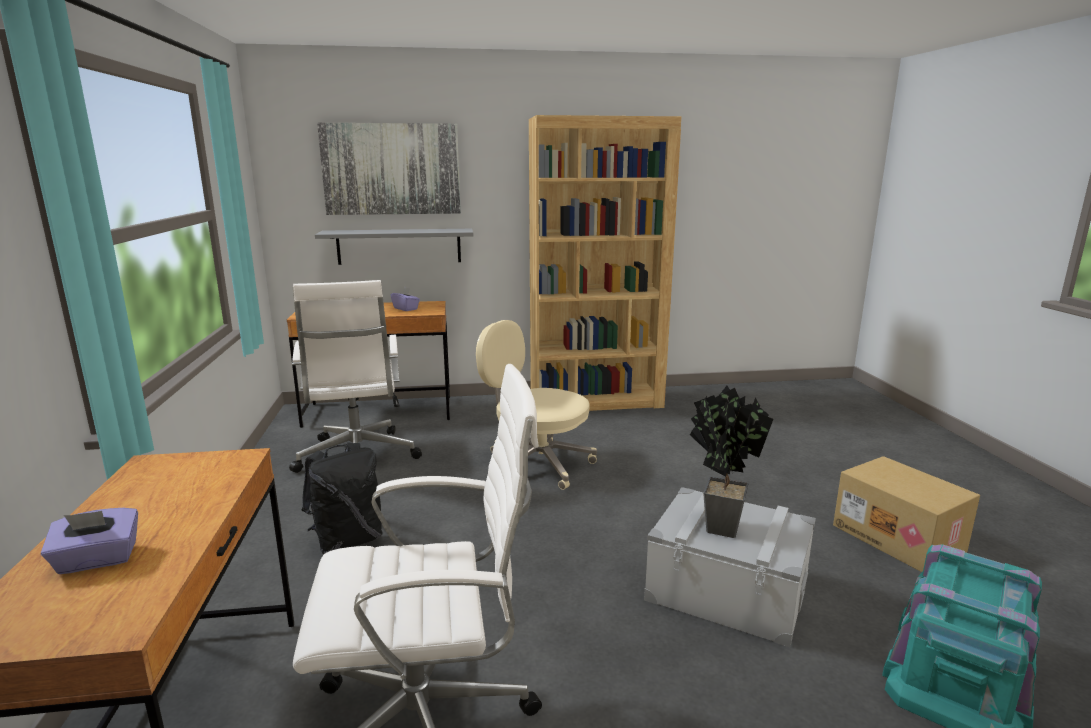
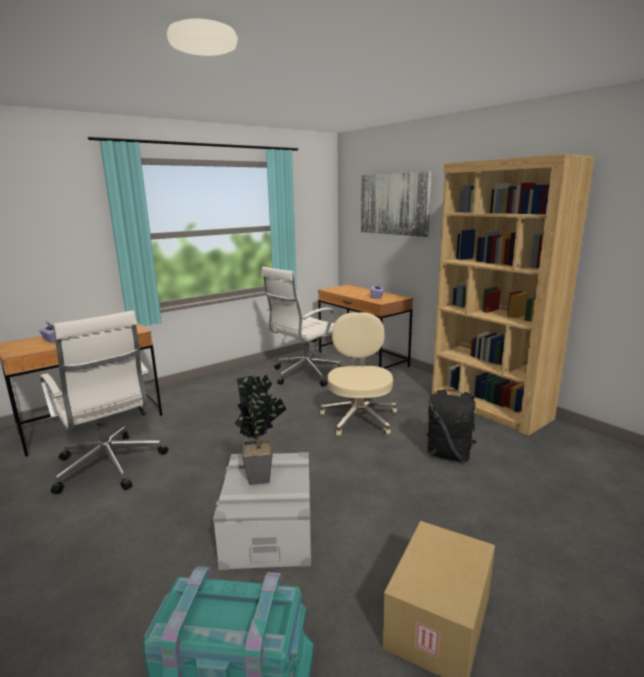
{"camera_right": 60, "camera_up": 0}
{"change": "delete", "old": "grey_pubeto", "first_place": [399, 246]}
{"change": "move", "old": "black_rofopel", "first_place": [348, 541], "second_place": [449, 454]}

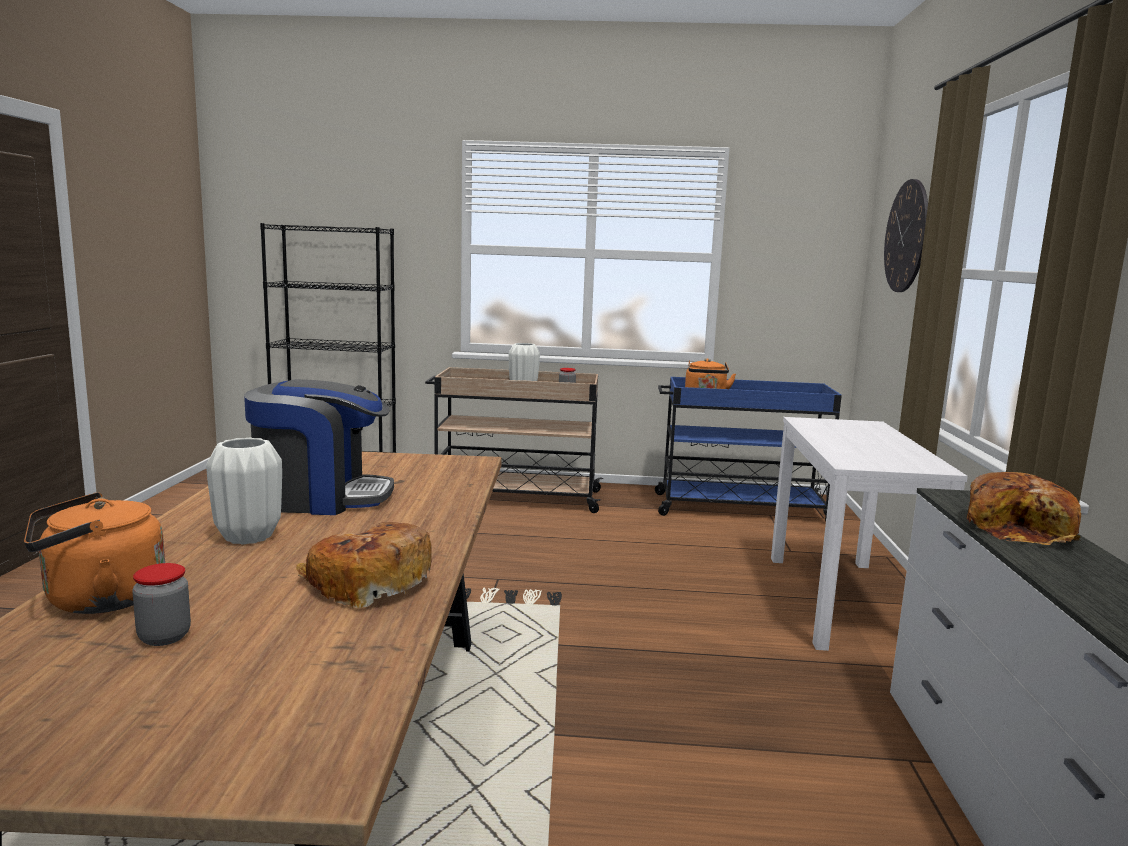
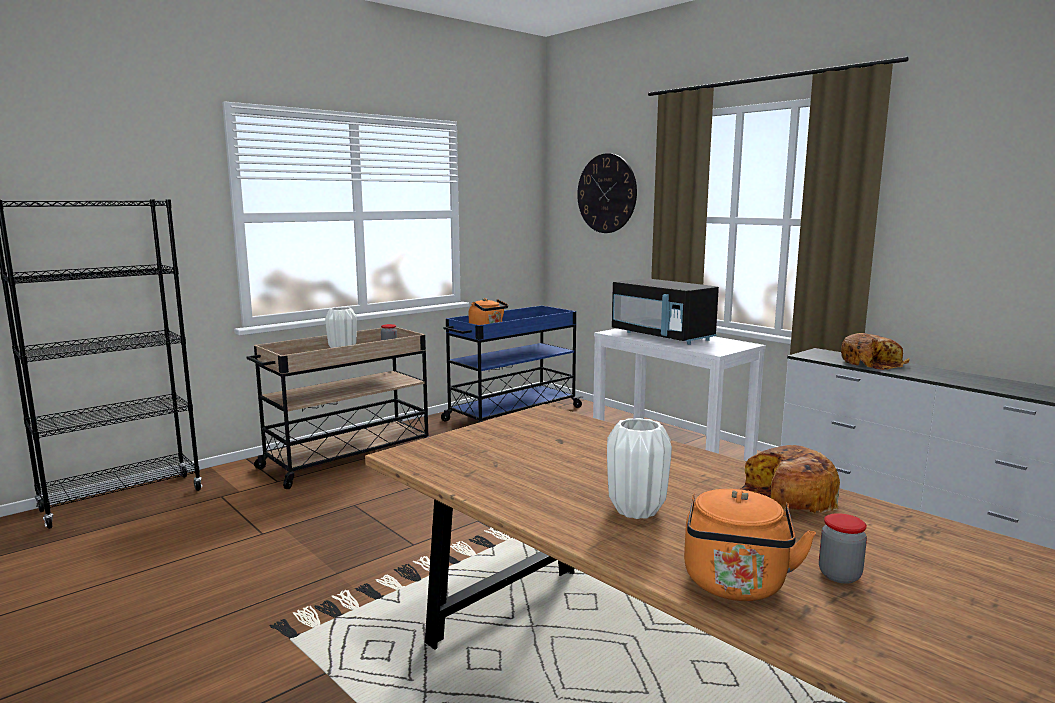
{"camera_right": -45, "camera_up": 0}
{"change": "delete", "old": "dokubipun", "first_place": [320, 497]}
{"change": "insert", "new": "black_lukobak", "second_place": [662, 336]}

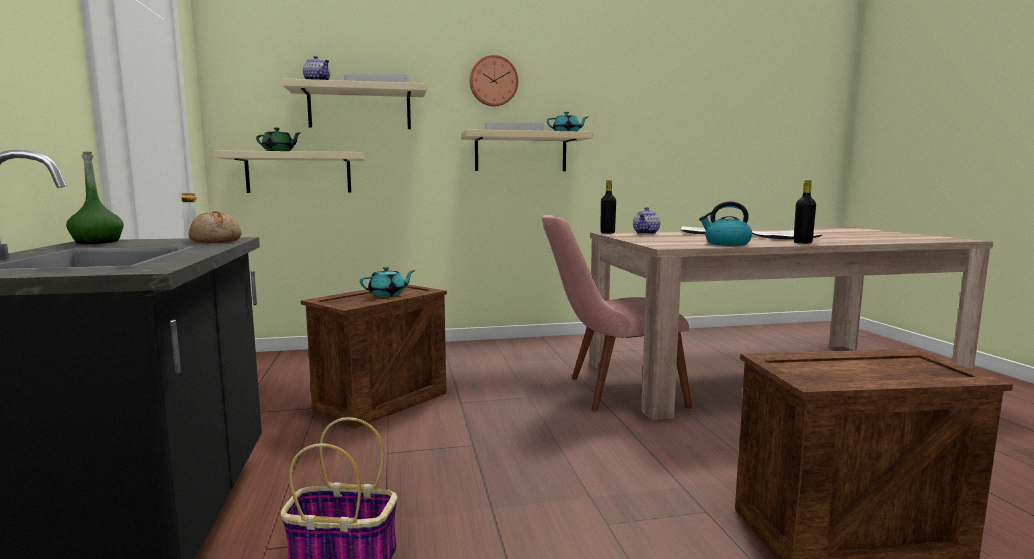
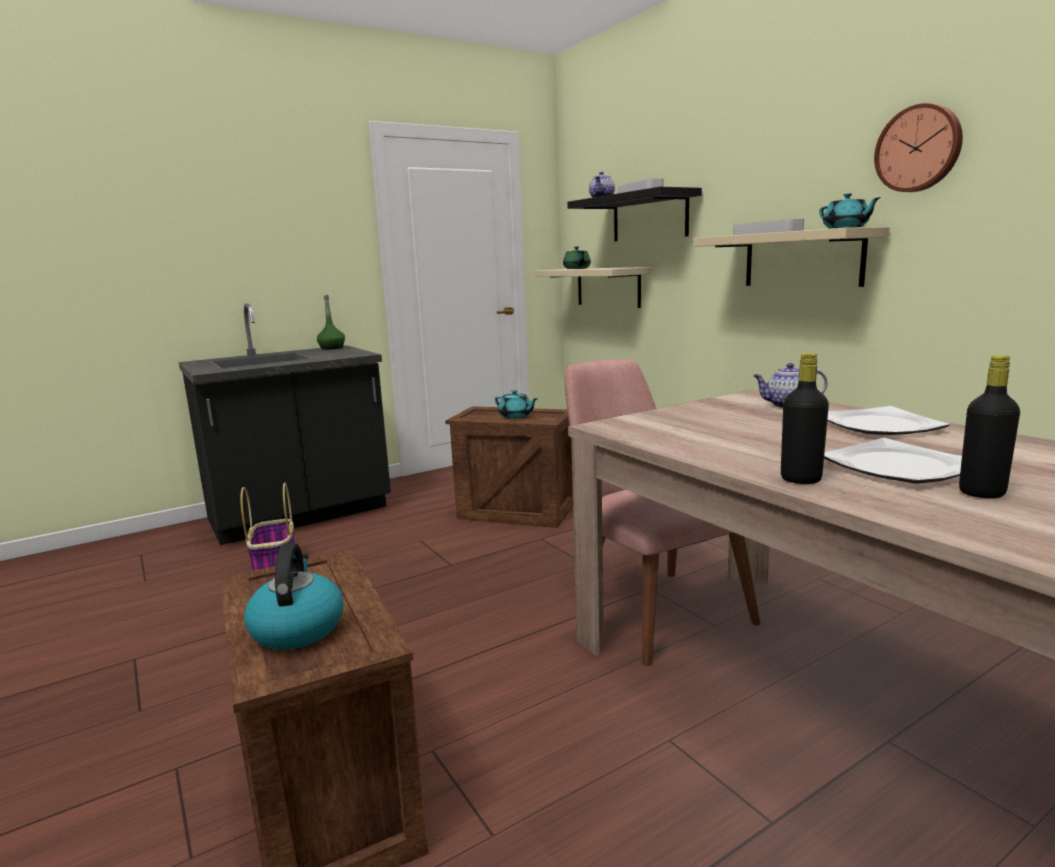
{"camera_right": 70, "camera_up": 5}
{"change": "move", "old": "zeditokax", "first_place": [493, 81], "second_place": [919, 149]}
{"change": "recolor", "old": "beige_pubeto", "new": "black_pubeto", "first_place": [359, 108], "second_place": [649, 217]}
{"change": "move", "old": "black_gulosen", "first_place": [607, 233], "second_place": [981, 493]}
{"change": "move", "old": "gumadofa", "first_place": [726, 244], "second_place": [297, 628]}
{"change": "delete", "old": "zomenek", "first_place": [216, 240]}

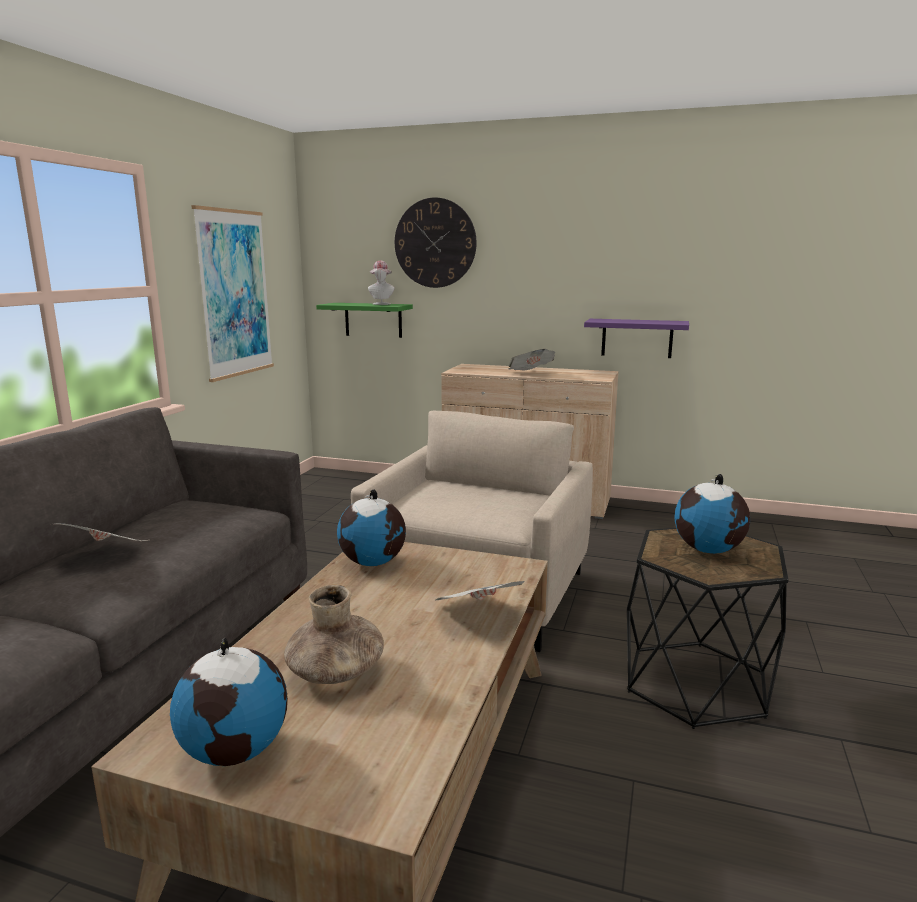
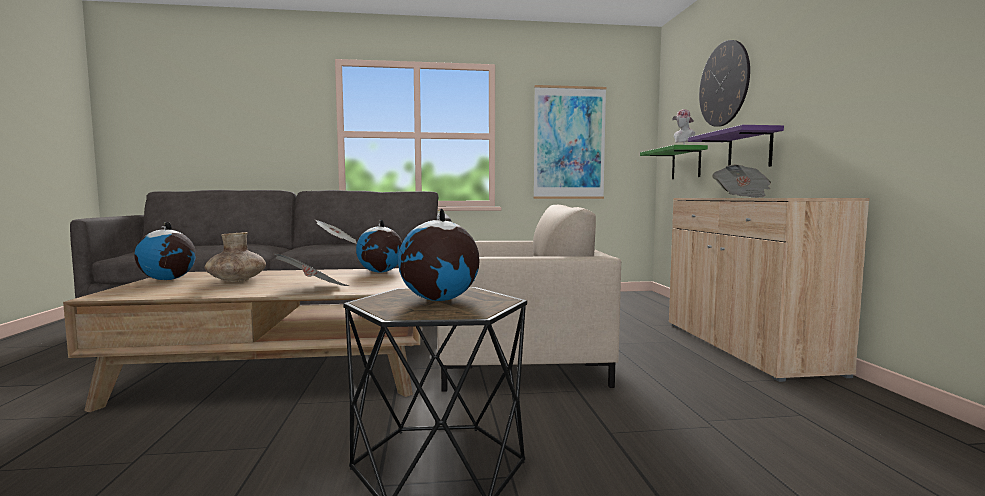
{"camera_right": 65, "camera_up": -10}
{"change": "move", "old": "purple_pubeto", "first_place": [637, 338], "second_place": [749, 150]}

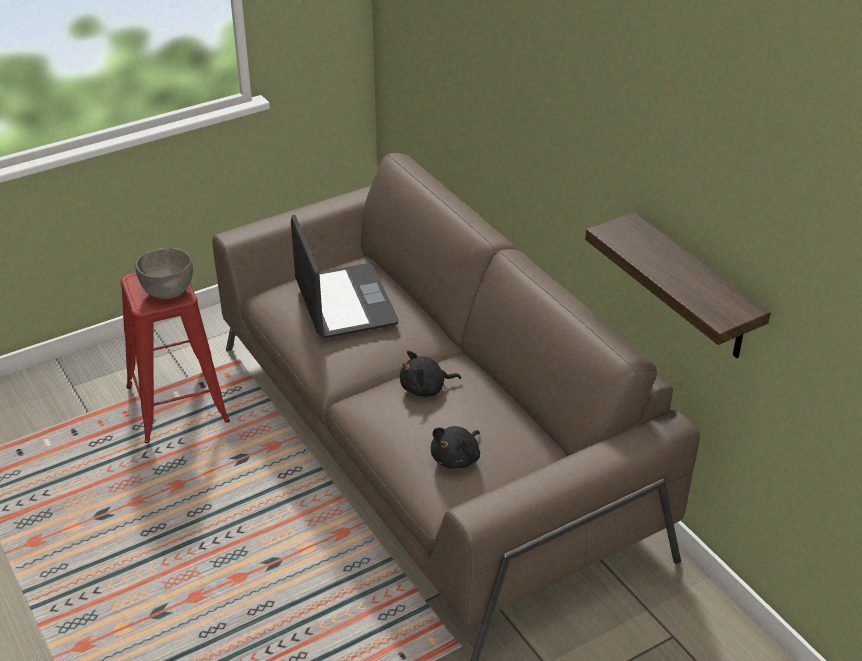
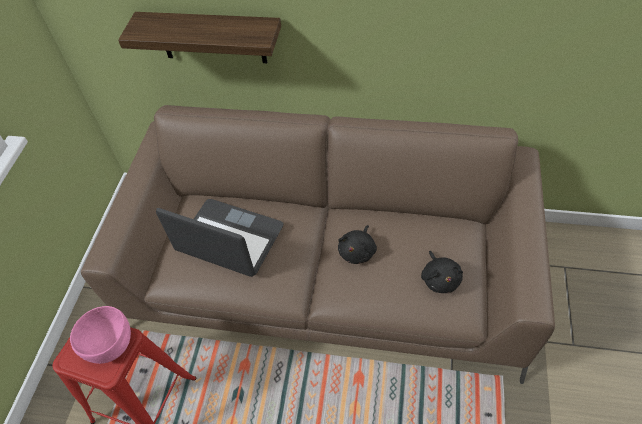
{"camera_right": -45, "camera_up": 15}
{"change": "move", "old": "pubeto", "first_place": [694, 289], "second_place": [212, 37]}
{"change": "recolor", "old": "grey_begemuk", "new": "pink_begemuk", "first_place": [168, 292], "second_place": [111, 345]}

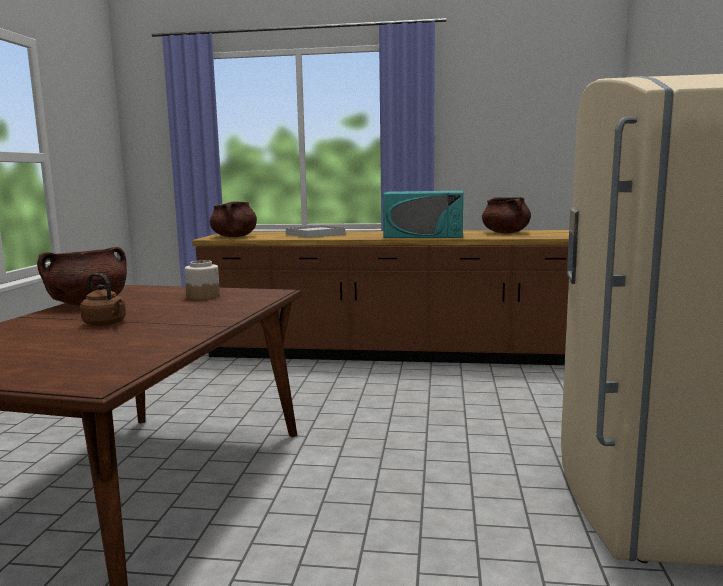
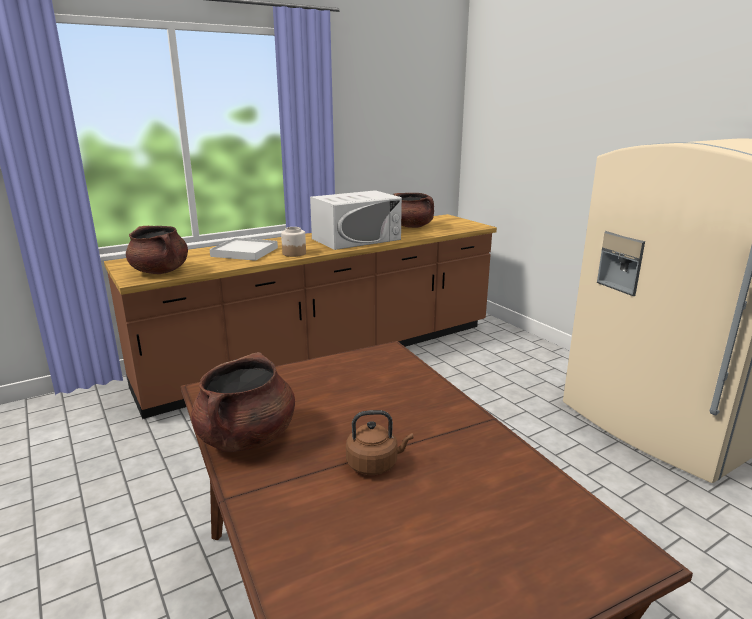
{"camera_right": -40, "camera_up": 10}
{"change": "recolor", "old": "turquoise_lukobak", "new": "white_lukobak", "first_place": [424, 235], "second_place": [356, 239]}
{"change": "move", "old": "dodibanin", "first_place": [203, 296], "second_place": [294, 253]}

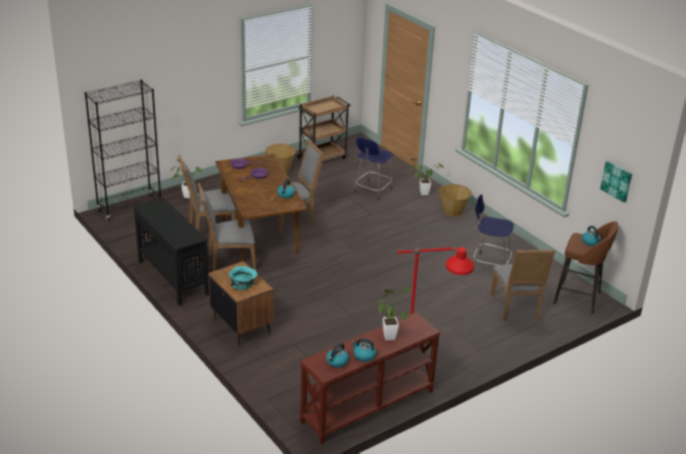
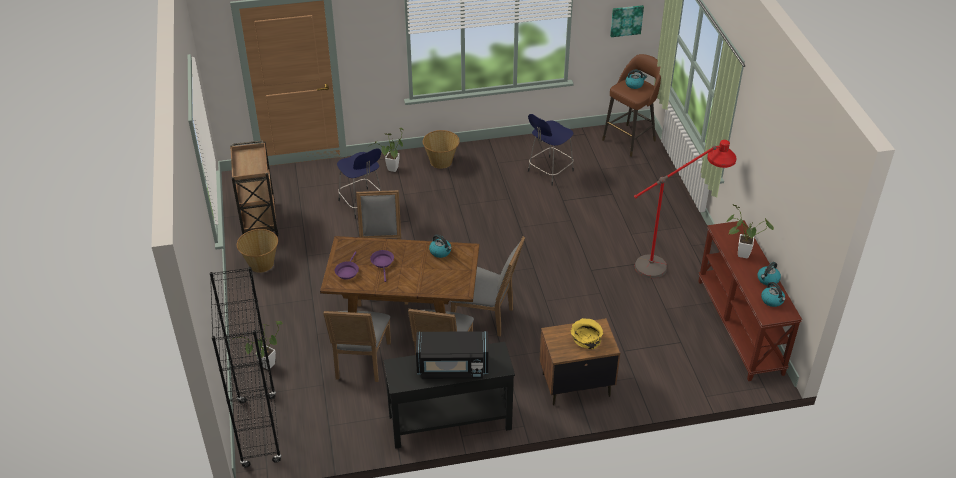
{"camera_right": -65, "camera_up": 10}
{"change": "move", "old": "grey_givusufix", "first_place": [517, 309], "second_place": [486, 317]}
{"change": "recolor", "old": "turquoise_begemuk", "new": "yellow_begemuk", "first_place": [243, 283], "second_place": [585, 339]}
{"change": "insert", "new": "black_lukobak", "second_place": [452, 367]}

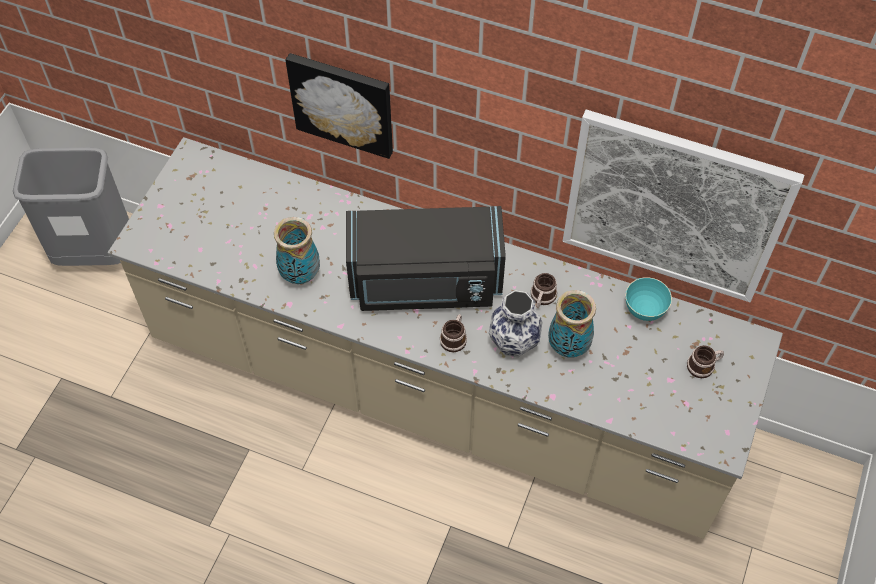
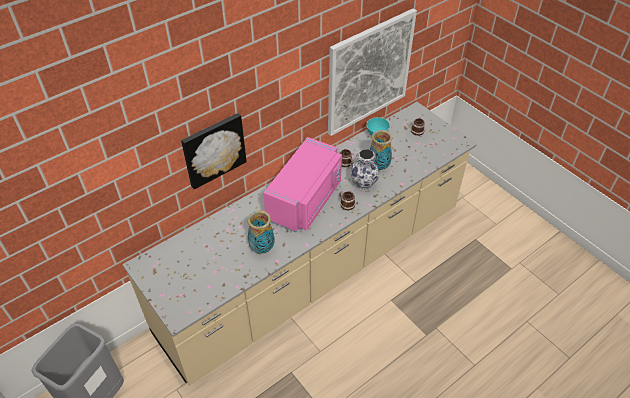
{"camera_right": -60, "camera_up": -10}
{"change": "recolor", "old": "black_lukobak", "new": "pink_lukobak", "first_place": [425, 282], "second_place": [306, 200]}

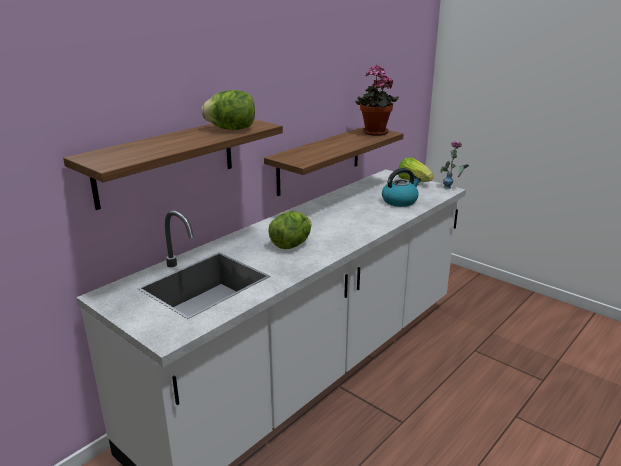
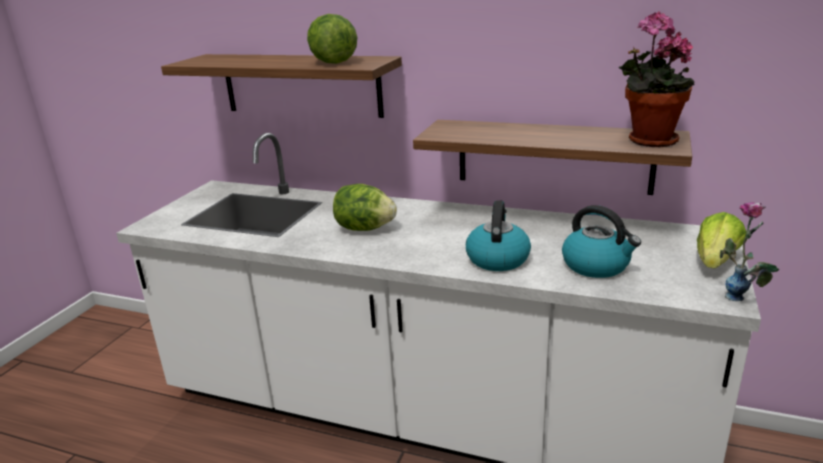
{"camera_right": 70, "camera_up": 0}
{"change": "insert", "new": "gumadofa", "second_place": [497, 258]}

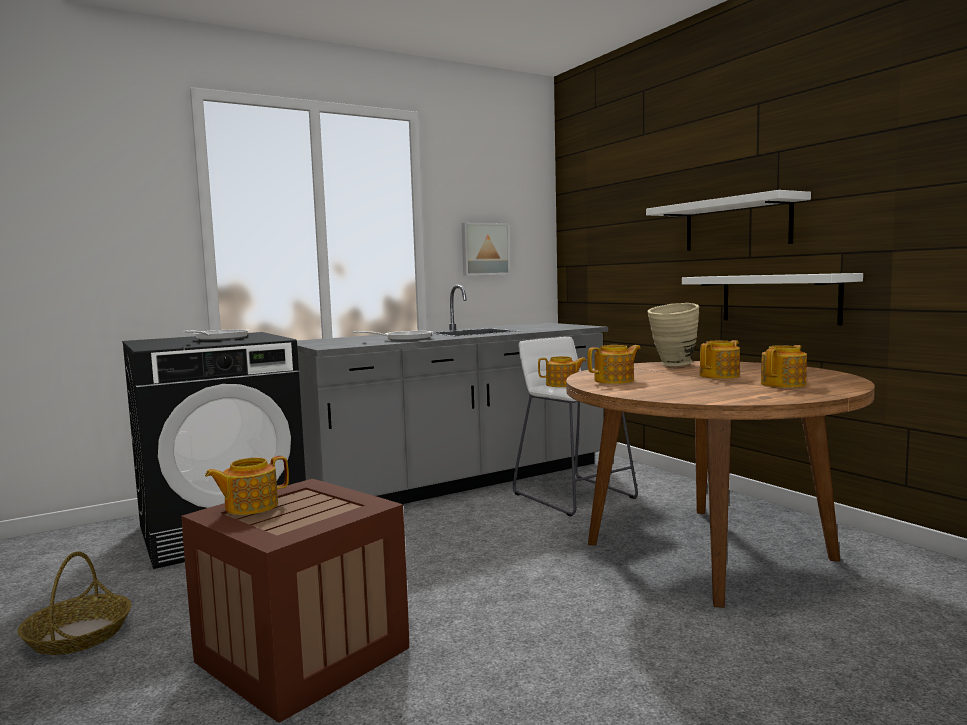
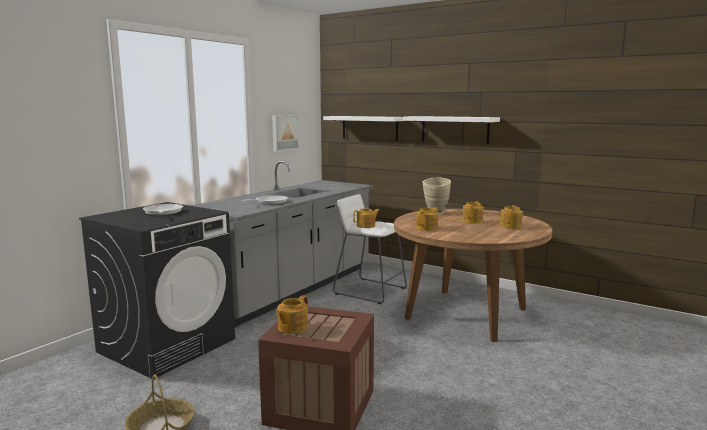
{"camera_right": -25, "camera_up": 5}
{"change": "move", "old": "white_pubeto", "first_place": [779, 298], "second_place": [369, 128]}

